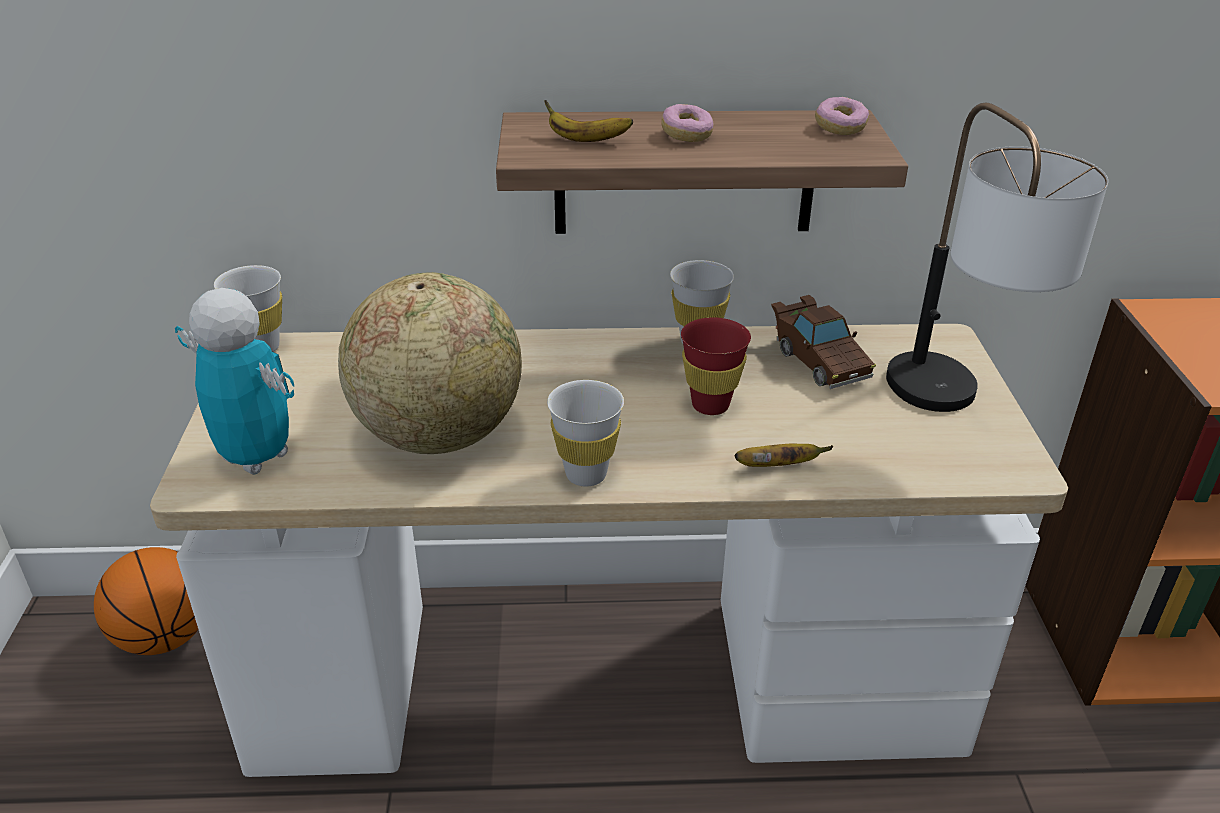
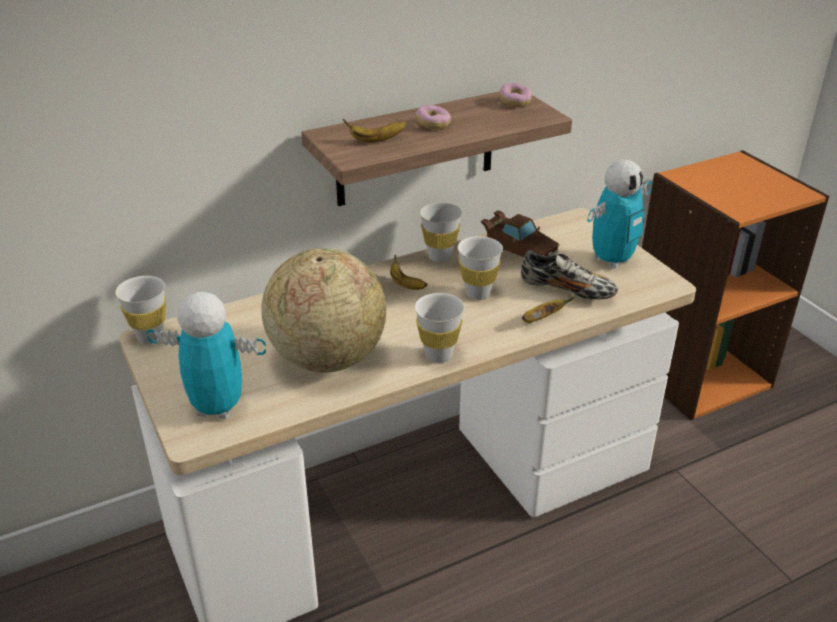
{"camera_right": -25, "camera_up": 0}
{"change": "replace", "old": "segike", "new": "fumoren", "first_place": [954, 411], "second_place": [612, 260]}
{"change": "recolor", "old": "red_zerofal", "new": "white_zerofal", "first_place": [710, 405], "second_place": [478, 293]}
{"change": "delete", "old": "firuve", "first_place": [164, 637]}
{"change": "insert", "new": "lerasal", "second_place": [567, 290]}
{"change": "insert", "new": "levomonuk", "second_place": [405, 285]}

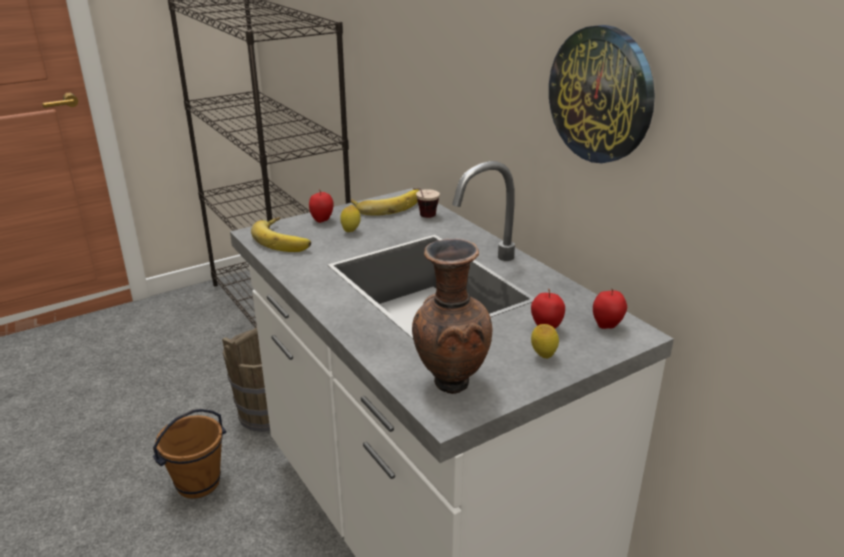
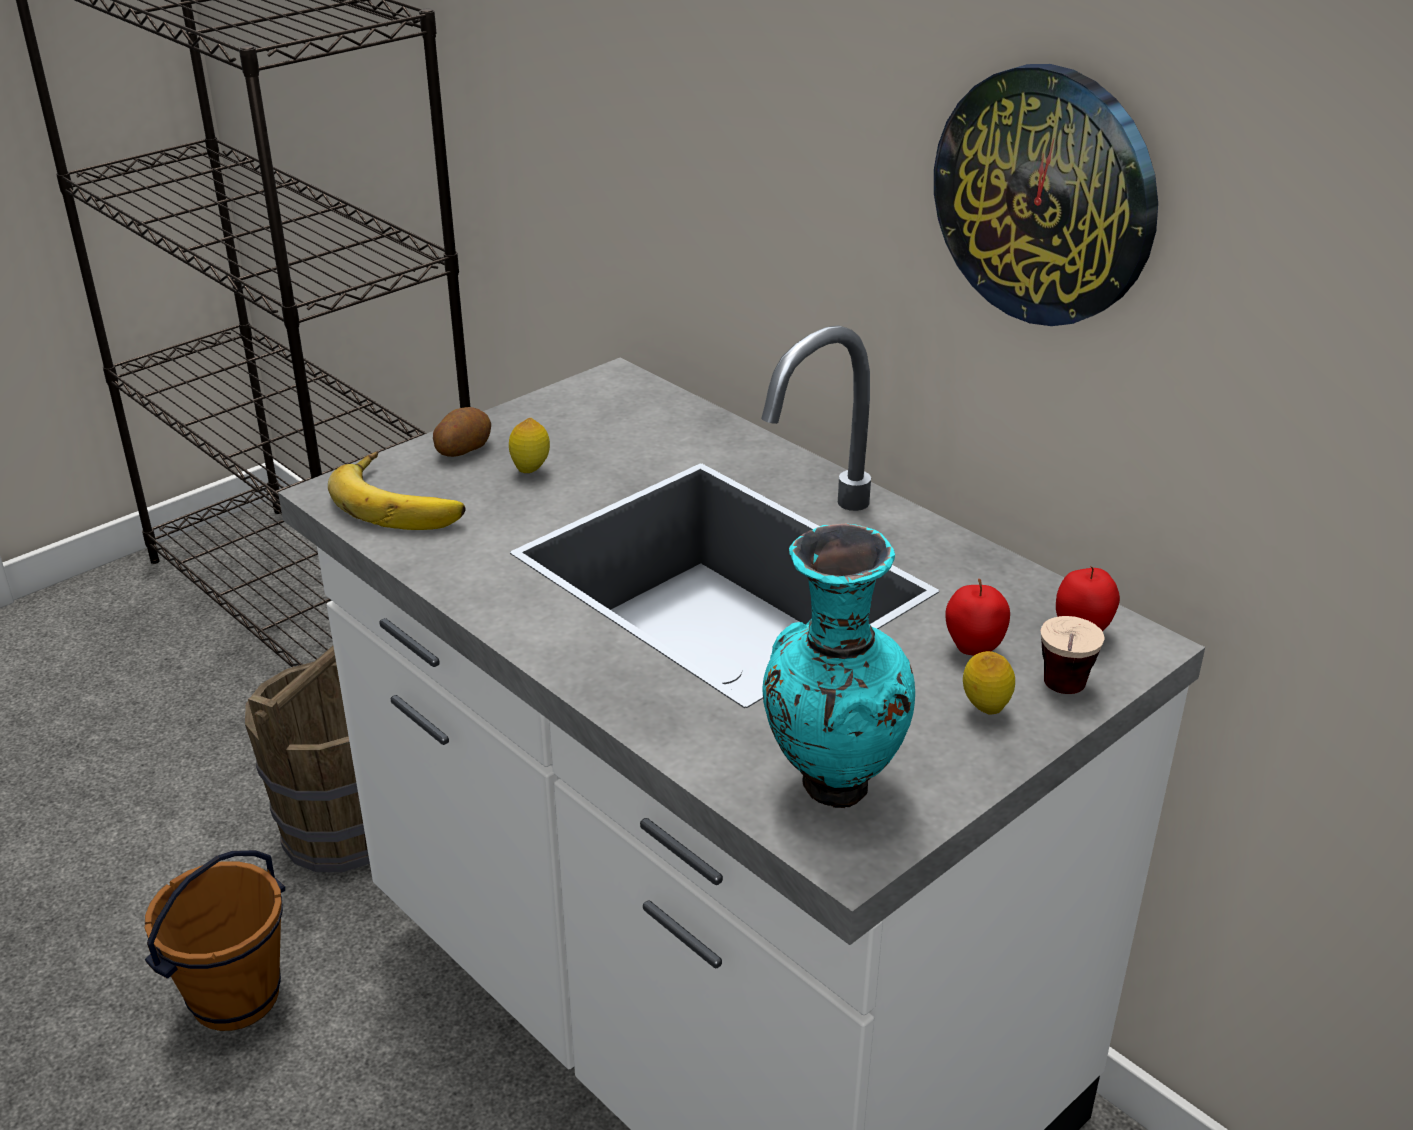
{"camera_right": -10, "camera_up": 5}
{"change": "move", "old": "zerofal", "first_place": [423, 218], "second_place": [1061, 698]}
{"change": "delete", "old": "levomonuk", "first_place": [386, 205]}
{"change": "replace", "old": "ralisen", "new": "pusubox", "first_place": [322, 220], "second_place": [462, 449]}
{"change": "recolor", "old": "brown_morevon", "new": "turquoise_morevon", "first_place": [449, 382], "second_place": [830, 784]}

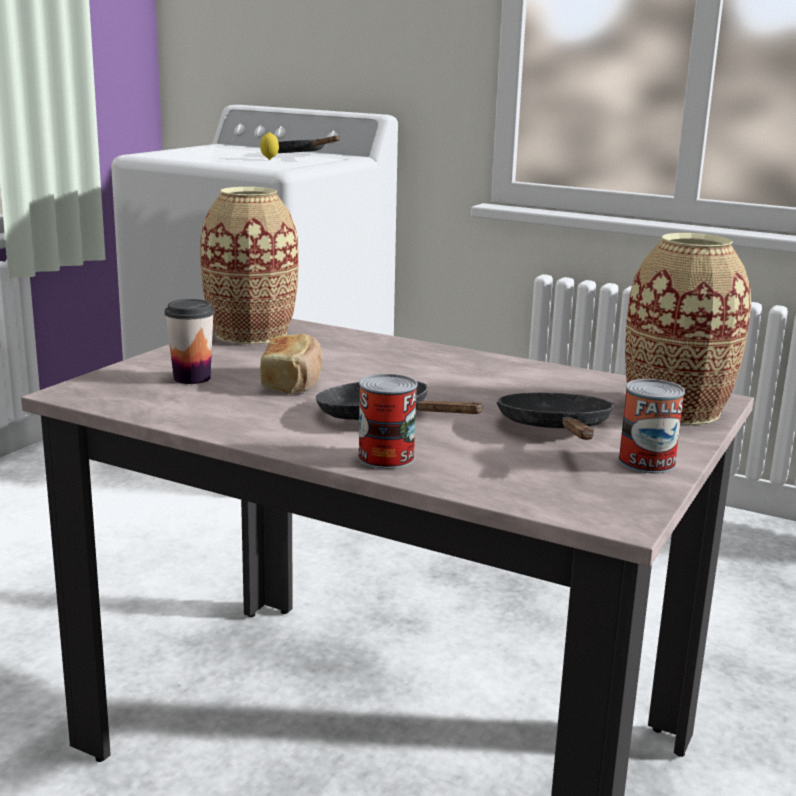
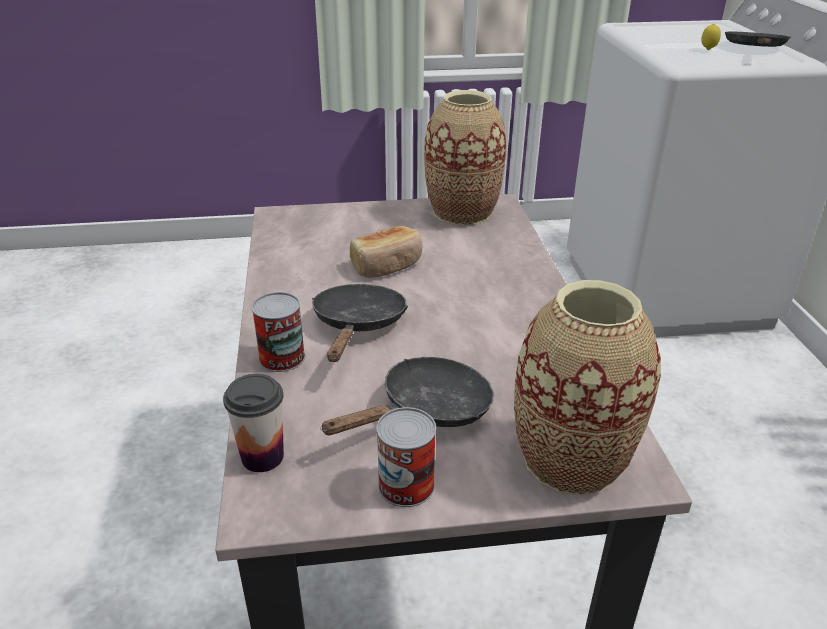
{"camera_right": 55, "camera_up": 15}
{"change": "move", "old": "zerofal", "first_place": [192, 378], "second_place": [262, 457]}

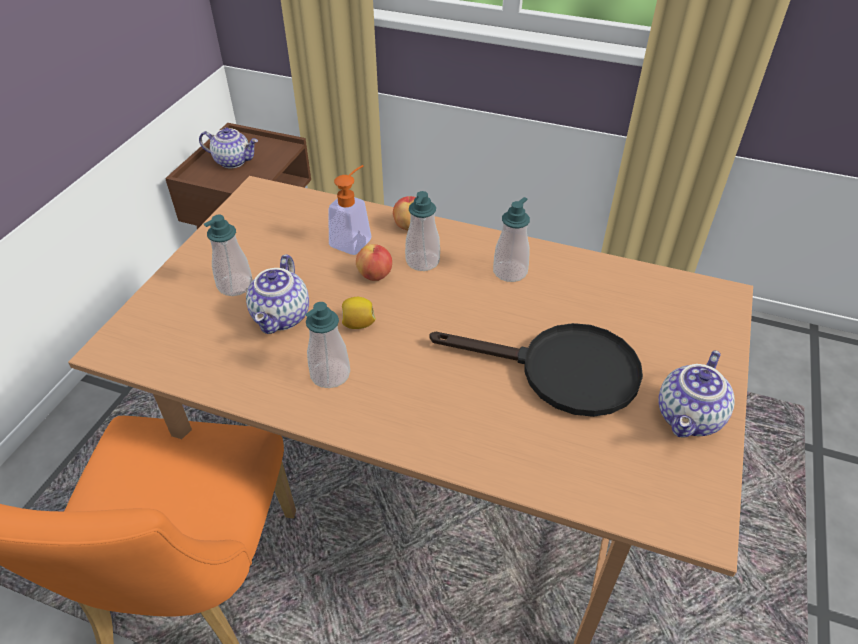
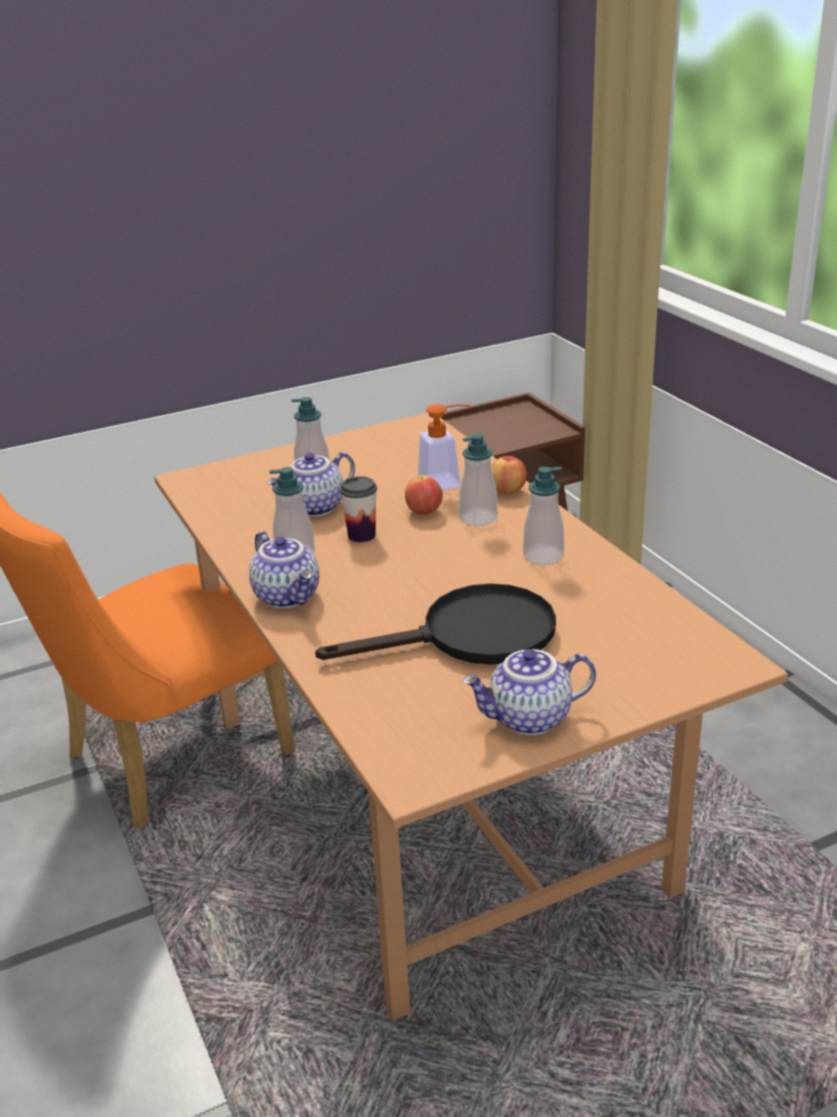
{"camera_right": 45, "camera_up": -15}
{"change": "move", "old": "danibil", "first_place": [233, 161], "second_place": [289, 596]}
{"change": "replace", "old": "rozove", "new": "zerofal", "first_place": [358, 324], "second_place": [361, 535]}
{"change": "rotate", "old": "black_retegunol", "first_place": [561, 371], "second_place": [470, 636], "degrees": -75}

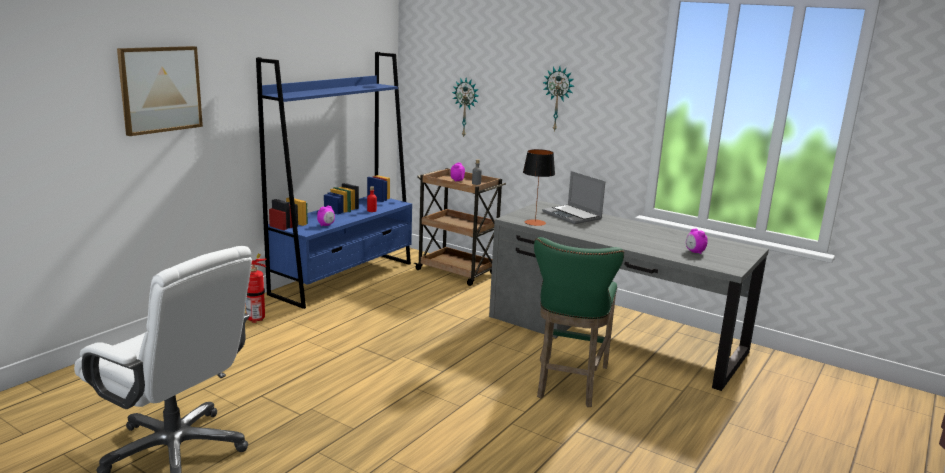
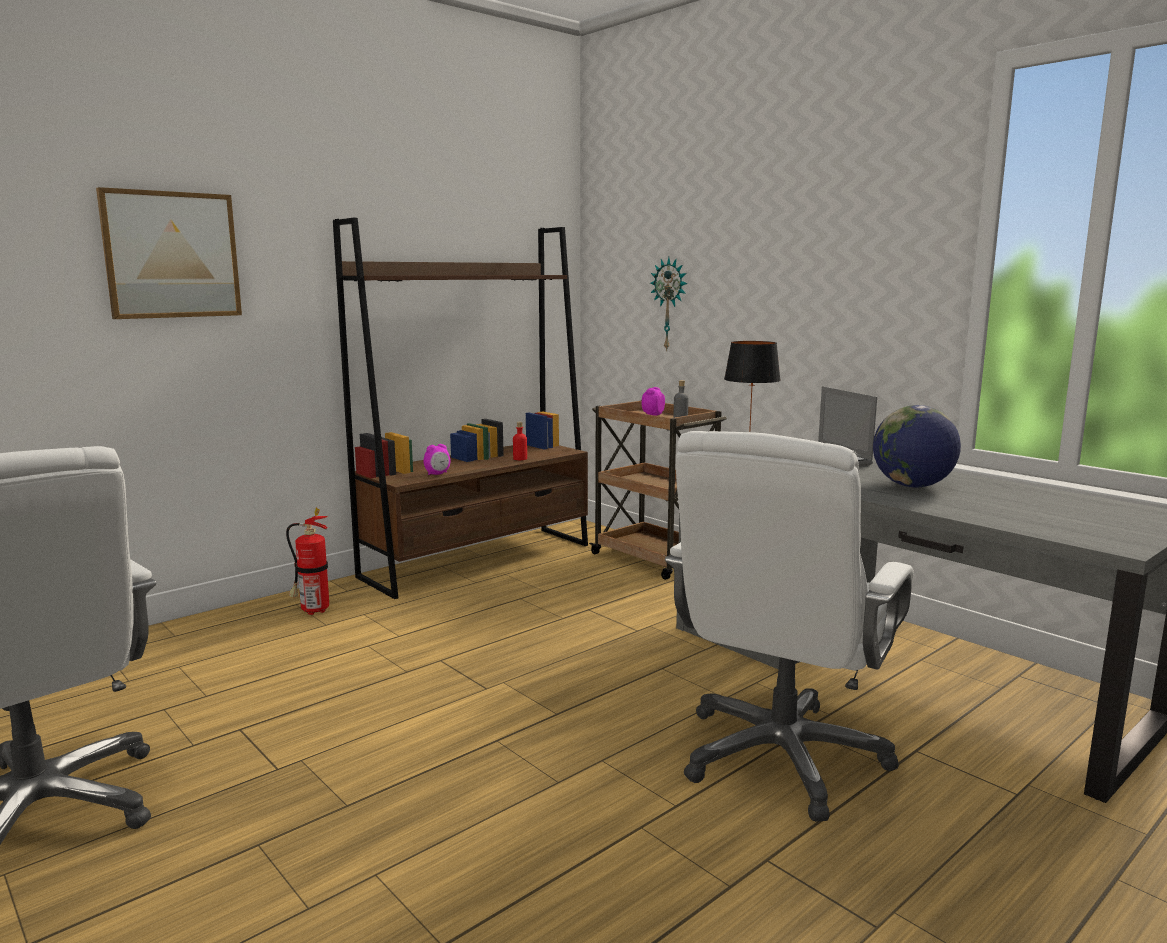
{"camera_right": 15, "camera_up": -5}
{"change": "recolor", "old": "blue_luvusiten", "new": "brown_luvusiten", "first_place": [344, 278], "second_place": [479, 560]}
{"change": "delete", "old": "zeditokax", "first_place": [558, 98]}
{"change": "delete", "old": "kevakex", "first_place": [694, 252]}
{"change": "replace", "old": "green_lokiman", "new": "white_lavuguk", "first_place": [569, 383], "second_place": [781, 757]}
{"change": "insert", "new": "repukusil", "second_place": [912, 486]}

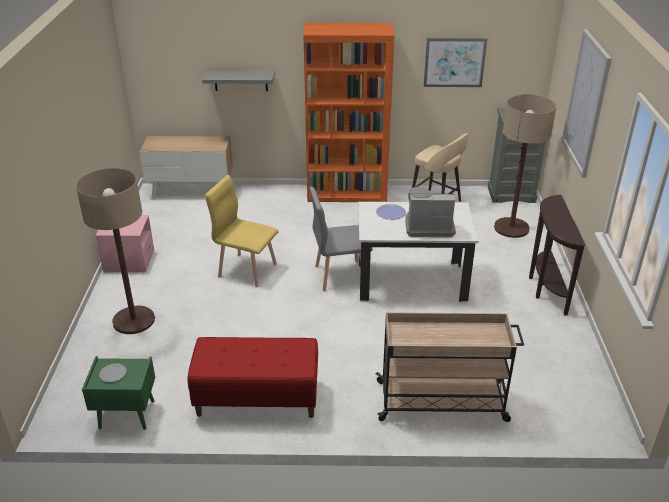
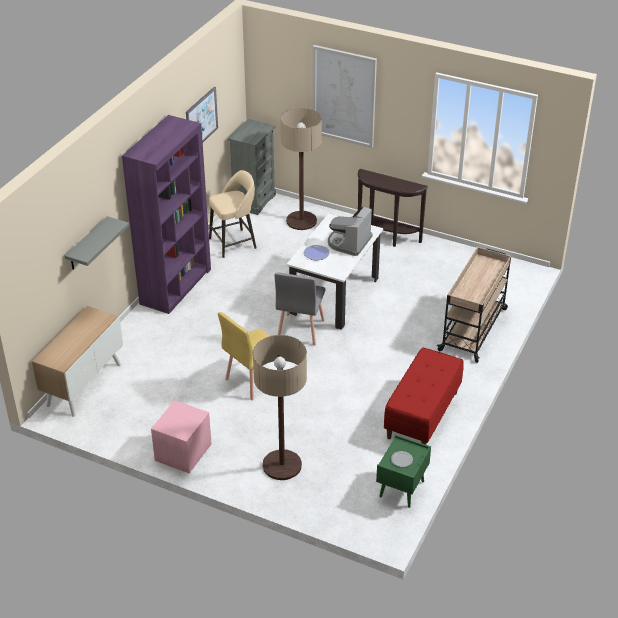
{"camera_right": -65, "camera_up": 5}
{"change": "recolor", "old": "orange_luvusiten", "new": "purple_luvusiten", "first_place": [347, 194], "second_place": [176, 286]}

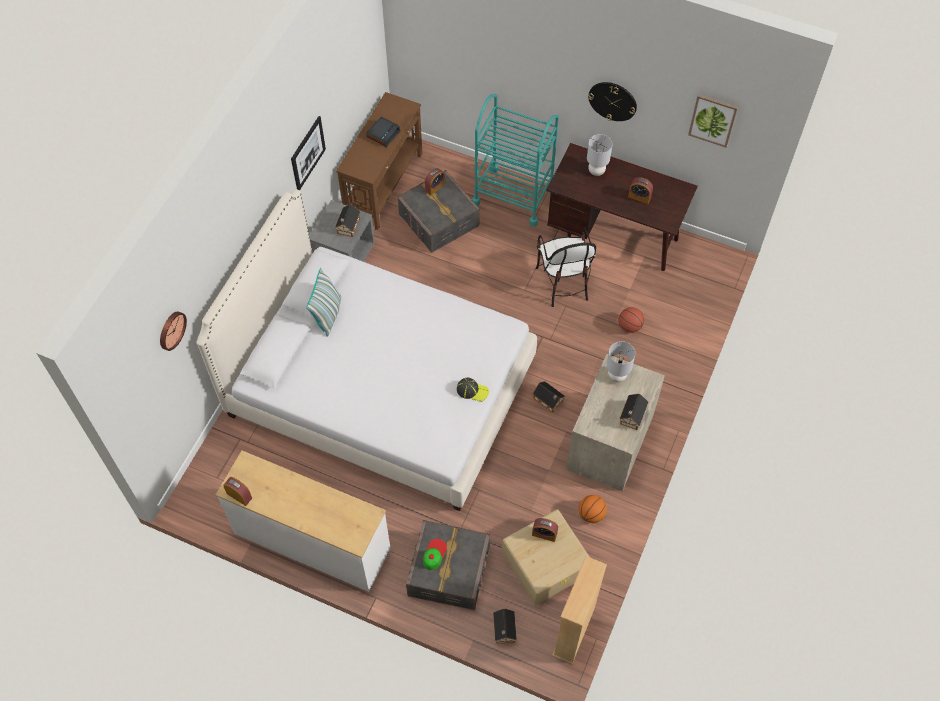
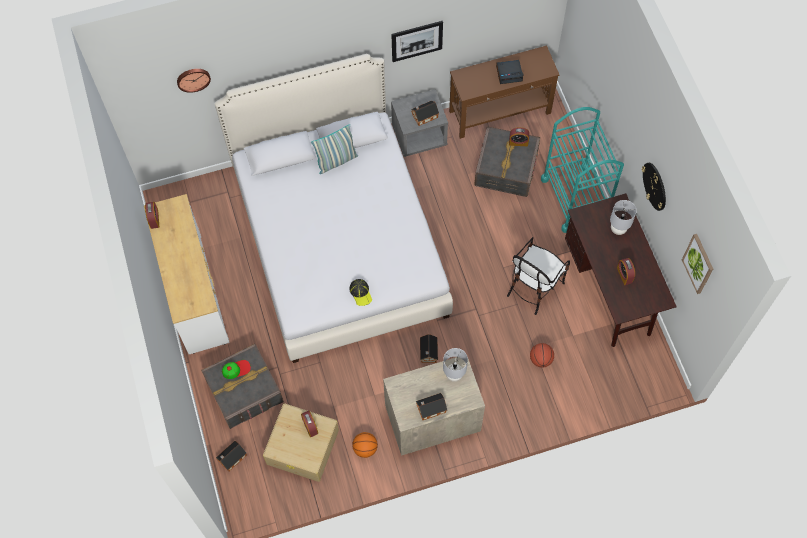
{"camera_right": 50, "camera_up": 5}
{"change": "delete", "old": "beige_luvusiten", "first_place": [574, 631]}

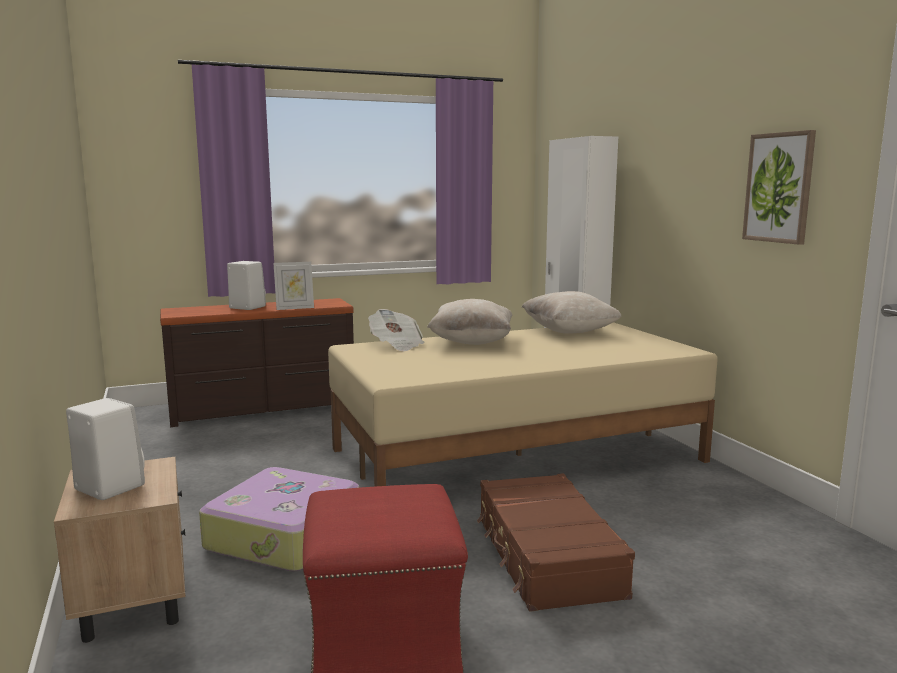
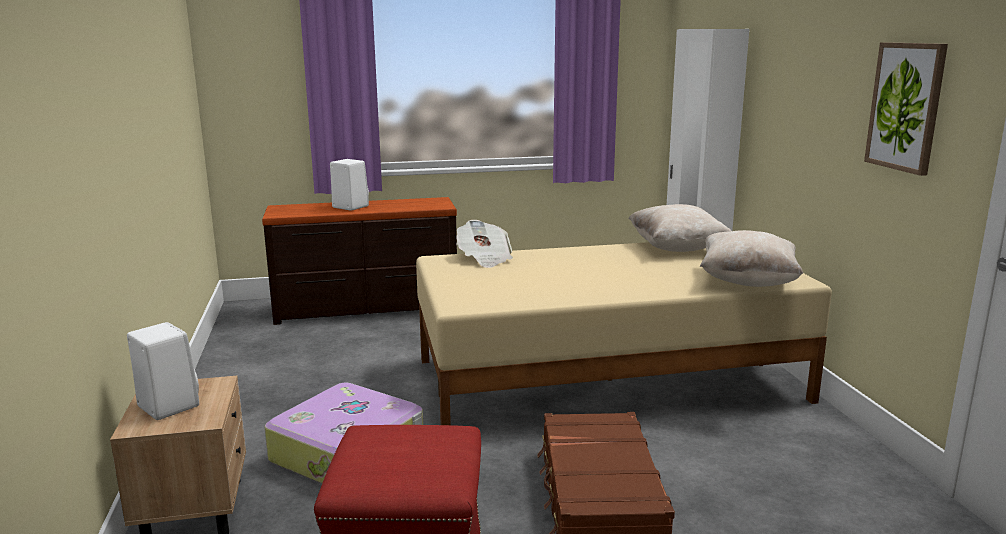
{"camera_right": 10, "camera_up": 5}
{"change": "delete", "old": "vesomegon", "first_place": [295, 308]}
{"change": "move", "old": "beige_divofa", "first_place": [472, 342], "second_place": [747, 282]}

